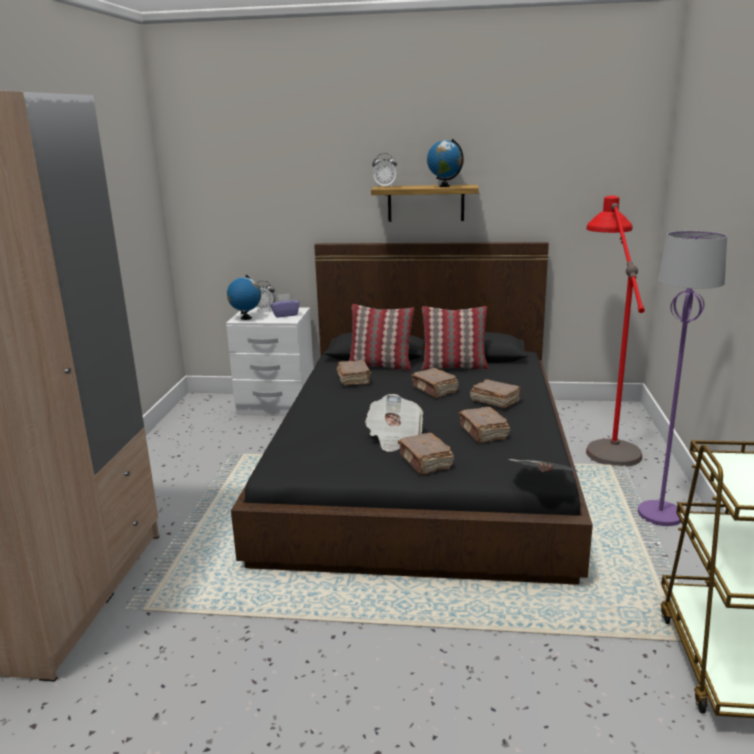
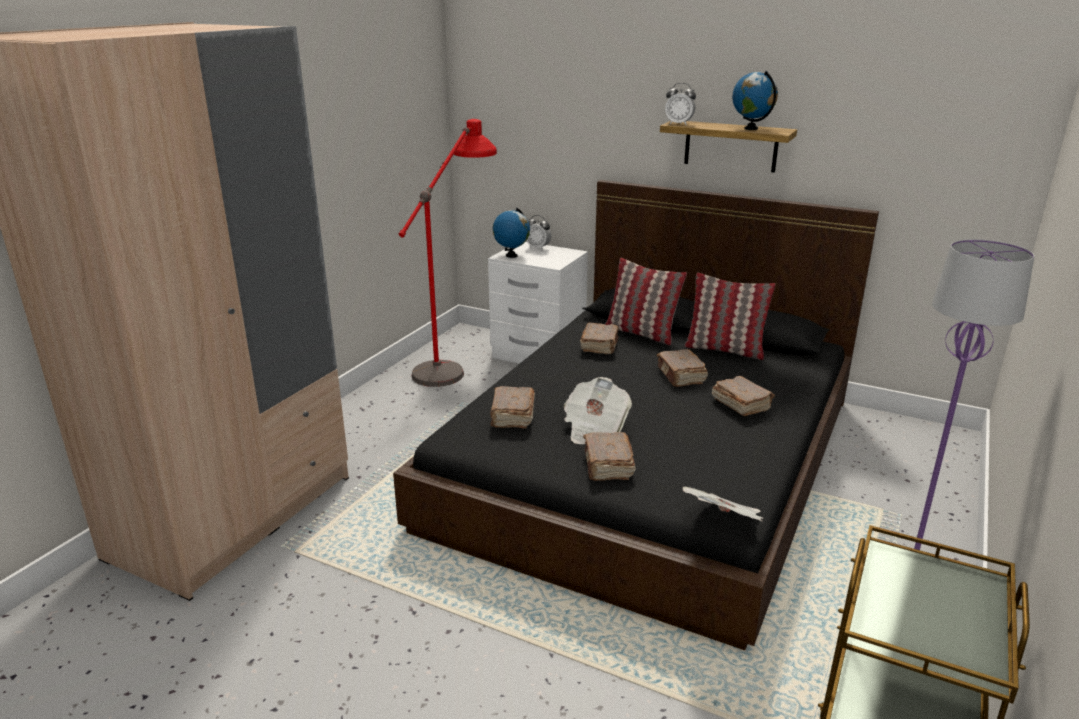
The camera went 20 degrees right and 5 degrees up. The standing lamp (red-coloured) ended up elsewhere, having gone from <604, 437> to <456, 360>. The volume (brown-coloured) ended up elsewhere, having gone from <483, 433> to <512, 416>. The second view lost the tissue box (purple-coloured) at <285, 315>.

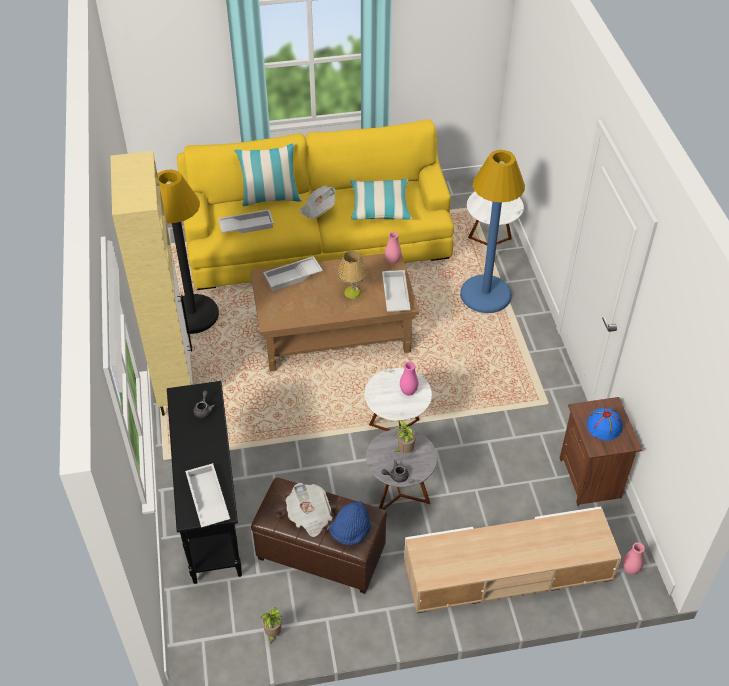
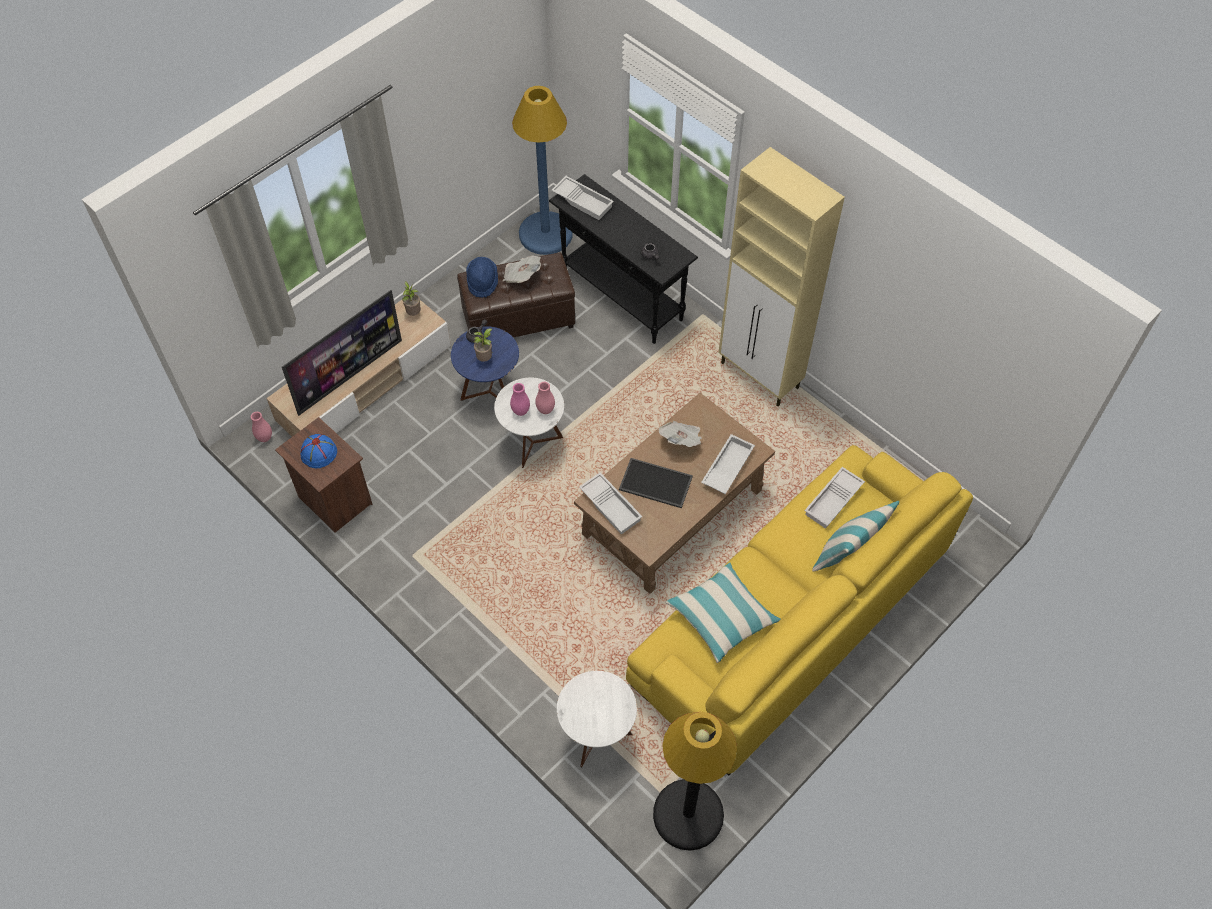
The camera went 145 degrees right and 10 degrees up. The second view gained the TV set at <349, 376>. The potted plant ended up elsewhere, having gone from <272, 634> to <413, 313>. What was the end table (greyish) at <399, 496> turned into the end table (blue) at <490, 392>. The standing lamp (blue) ended up elsewhere, having gone from <485, 295> to <545, 234>. The vase (pink-coloured) ended up elsewhere, having gone from <392, 261> to <545, 410>. Where the lamp for a table stood at <352, 292>, the serving tray came to stand at <654, 484>. The standing lamp (black) ended up elsewhere, having gone from <193, 315> to <688, 815>. The printed paper ended up elsewhere, having gone from <318, 210> to <681, 440>.

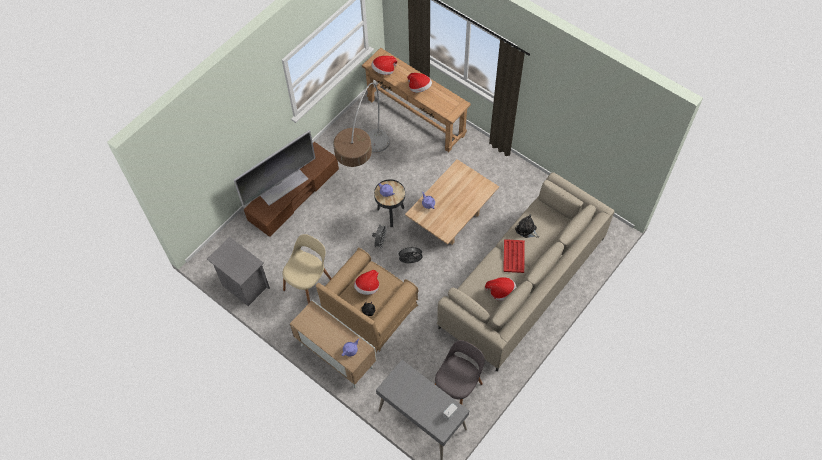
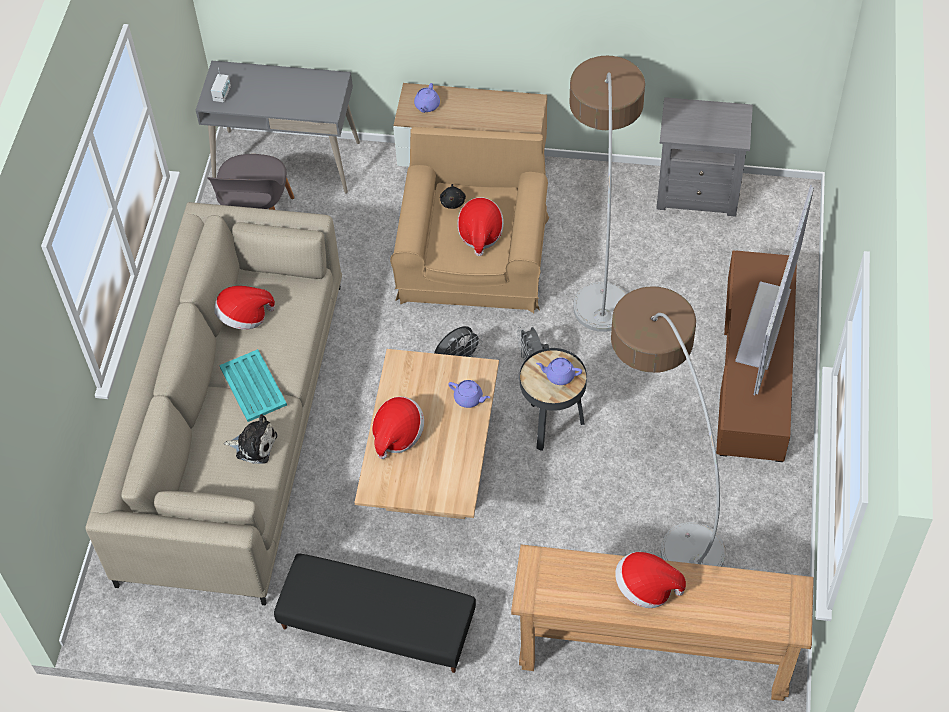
The camera went 150 degrees right and 5 degrees down. What was the serving tray (red-coloured) at <514, 256> turned into the serving tray (turquoise) at <253, 387>. The second view gained the pouffe (black) at <377, 622>. The hat ended up elsewhere, having gone from <384, 70> to <397, 435>. Where the upright chair (sand-coloured) stood at <308, 283>, the standing lamp came to stand at <601, 245>.

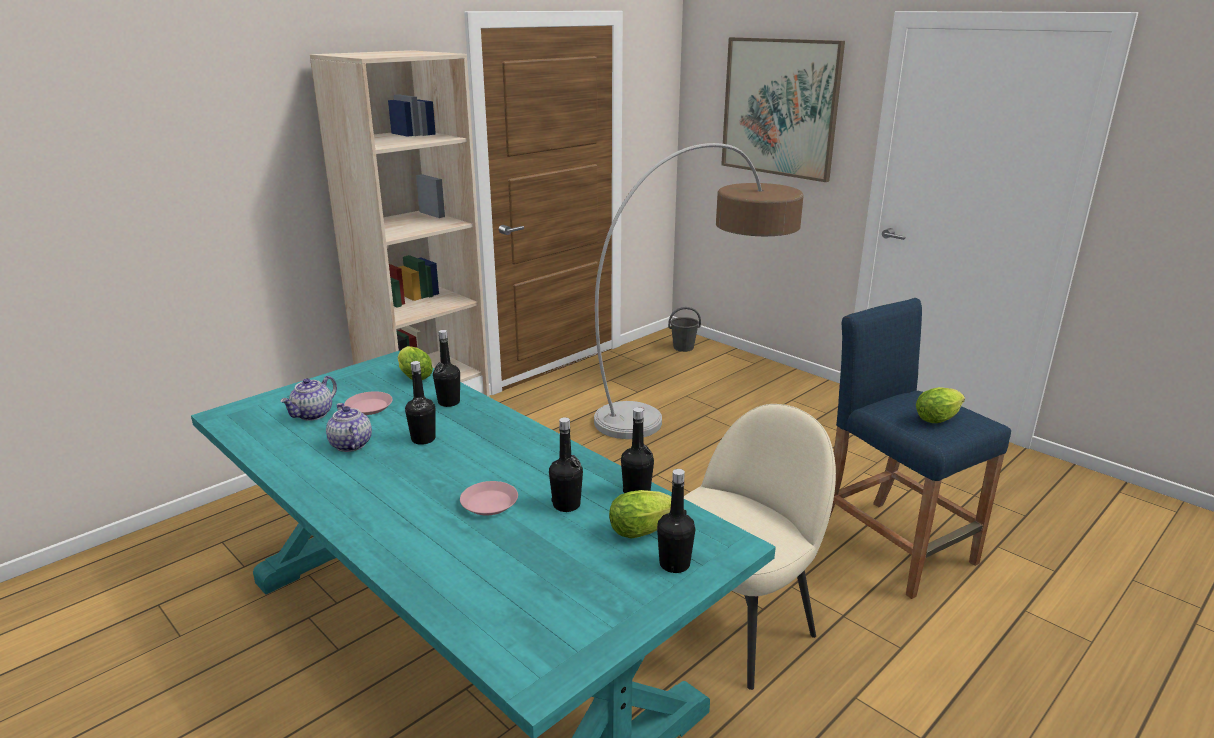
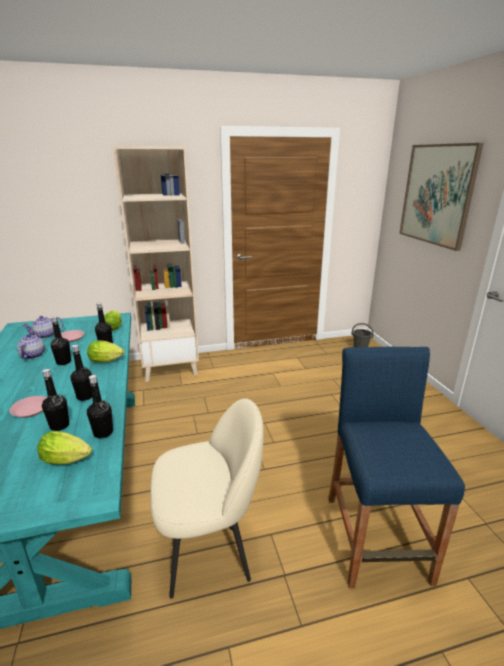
The camera went 30 degrees right and 0 degrees up. The bottle (black) ended up elsewhere, having gone from <674, 564> to <85, 396>. The head of lettuce ended up elsewhere, having gone from <939, 418> to <108, 361>. The second view lost the standing lamp at <699, 399>.

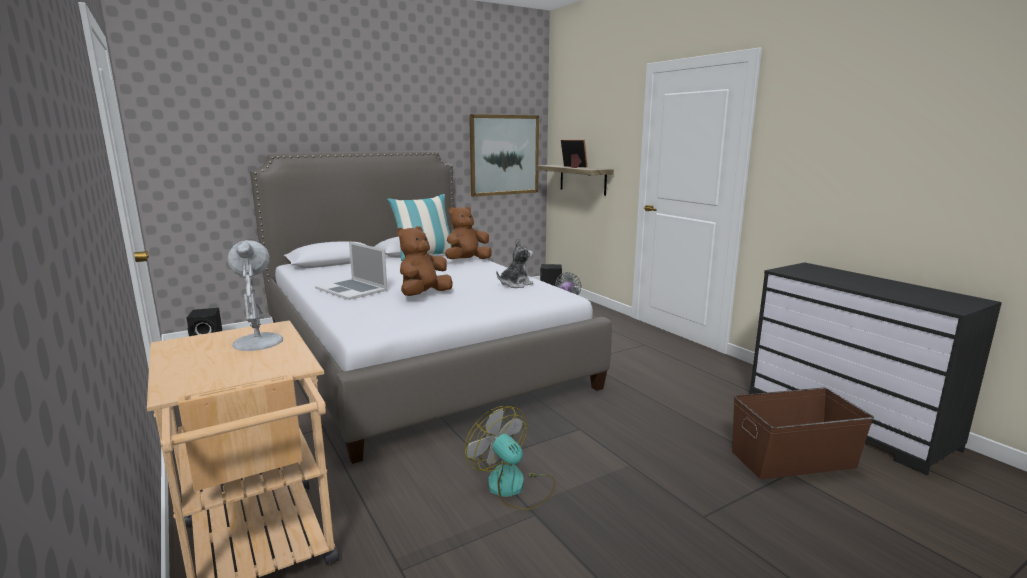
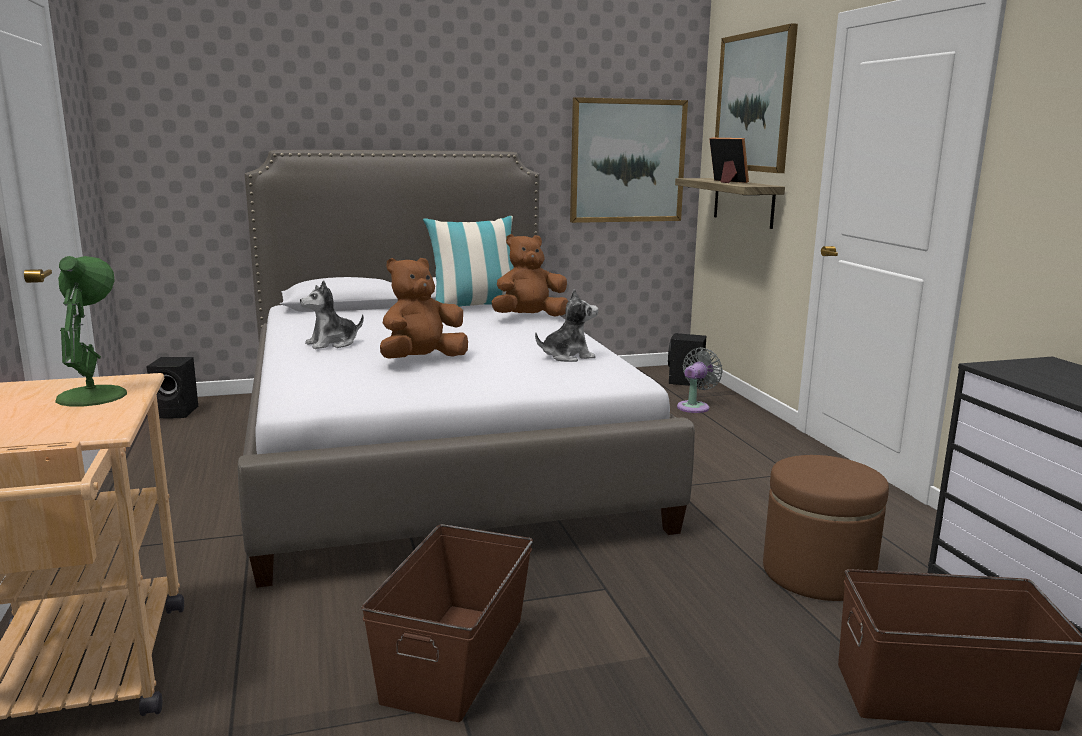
The camera went 15 degrees right and 0 degrees up. What was the lamp for a table (white-coloured) at <258, 341> turned into the lamp for a table (green-coloured) at <93, 395>. Where the notebook computer stood at <351, 289>, the cuddly toy came to stand at <332, 344>. Where the electric fan stood at <513, 487>, the storage container (brown-coloured) came to stand at <453, 658>. The second view gained the wall art at <754, 102>. The second view gained the pouffe (brown-coloured) at <817, 573>.

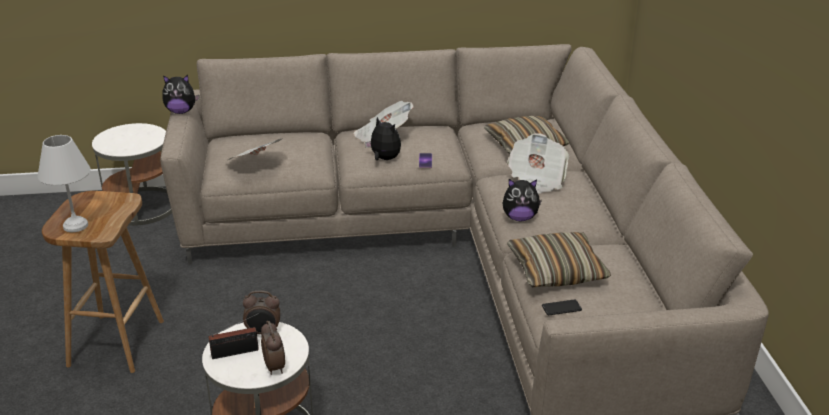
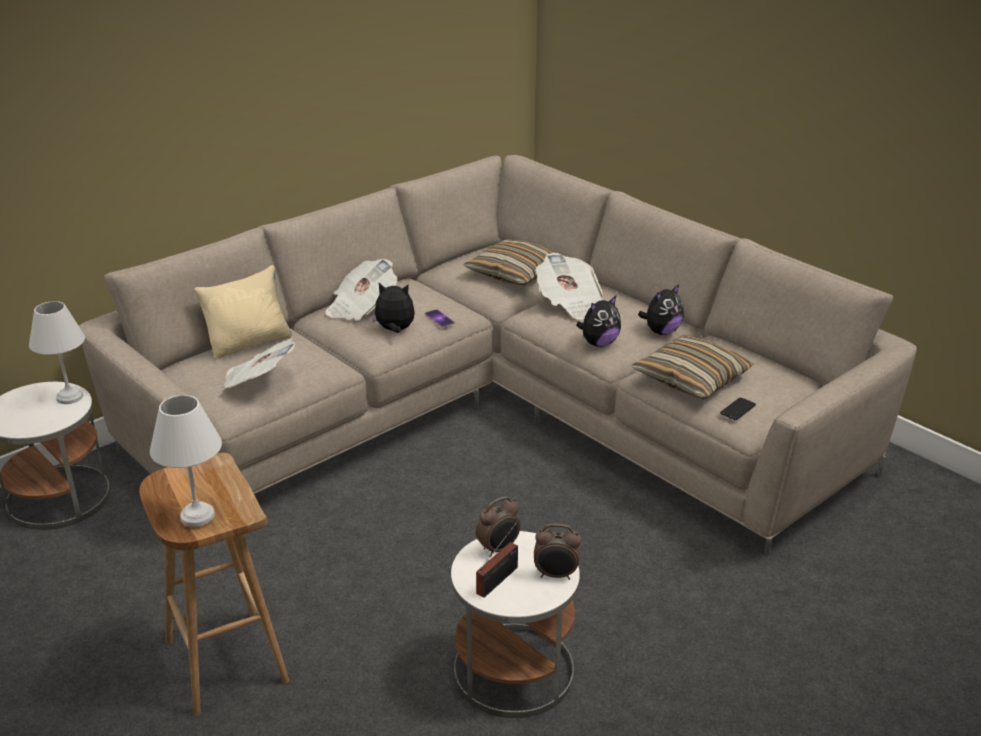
The camera went 35 degrees left and 0 degrees up. The second view gained the lamp for a table (white-coloured) at <69, 398>. The second view gained the pillow (sand-coloured) at <249, 343>. The table clock at <275, 367> ended up facing another way, 150 degrees clockwise from before. The cuddly toy ended up elsewhere, having gone from <181, 111> to <661, 331>.

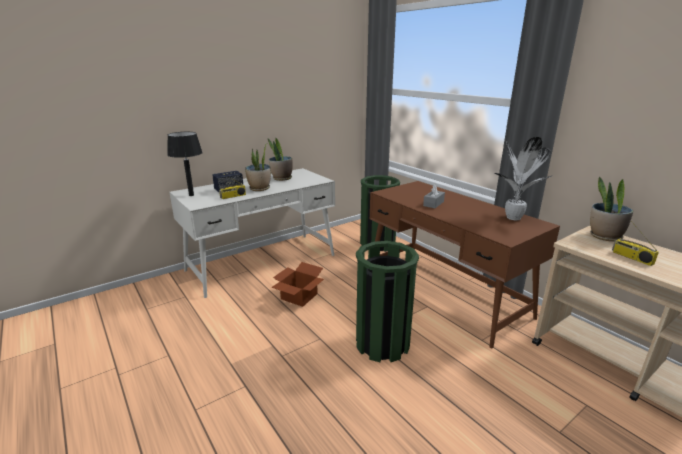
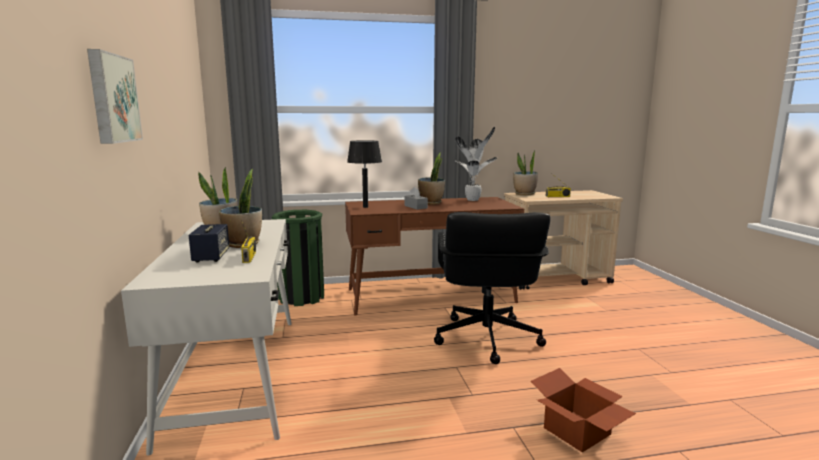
The camera went 65 degrees left and 10 degrees down. The second view gained the wall art at <112, 99>. The lamp for a table (black) ended up elsewhere, having gone from <191, 195> to <365, 207>. The second view gained the potted plant at <431, 203>. Where the trash can (green-coloured) stood at <382, 343>, the computer chair (black) came to stand at <486, 339>. The cardboard box ended up elsewhere, having gone from <298, 297> to <577, 432>.

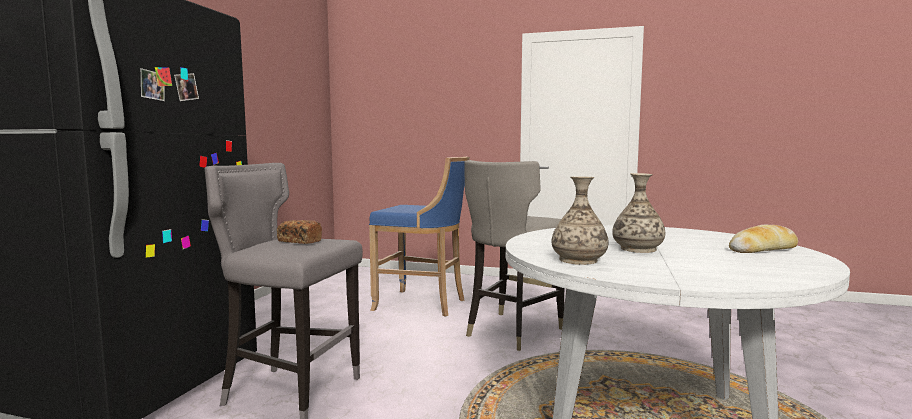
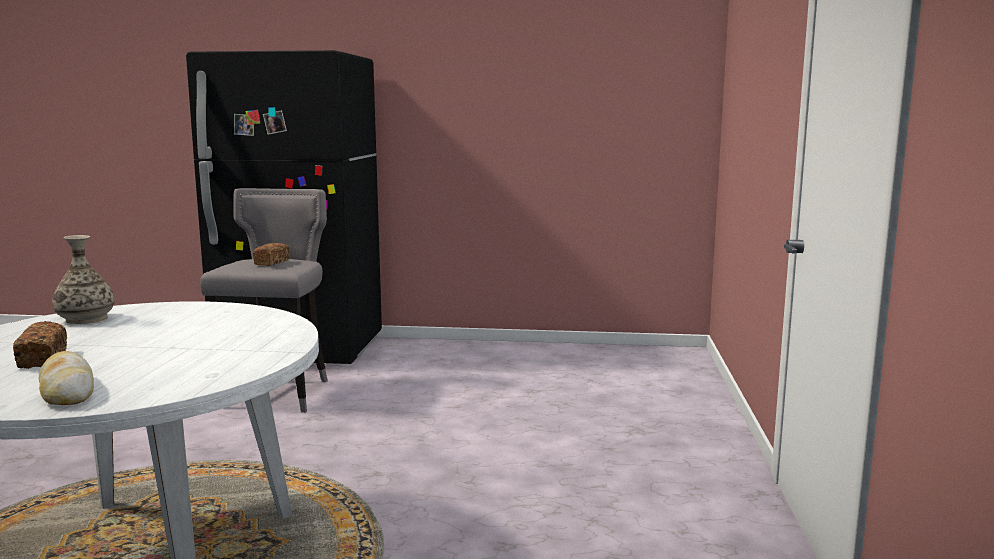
The camera went 80 degrees right and 5 degrees up. The second view gained the bread at <43, 359>. The second view lost the stool (blue) at <423, 304>. The second view lost the stool (greyish) at <512, 331>. The second view lost the vase at <638, 249>.

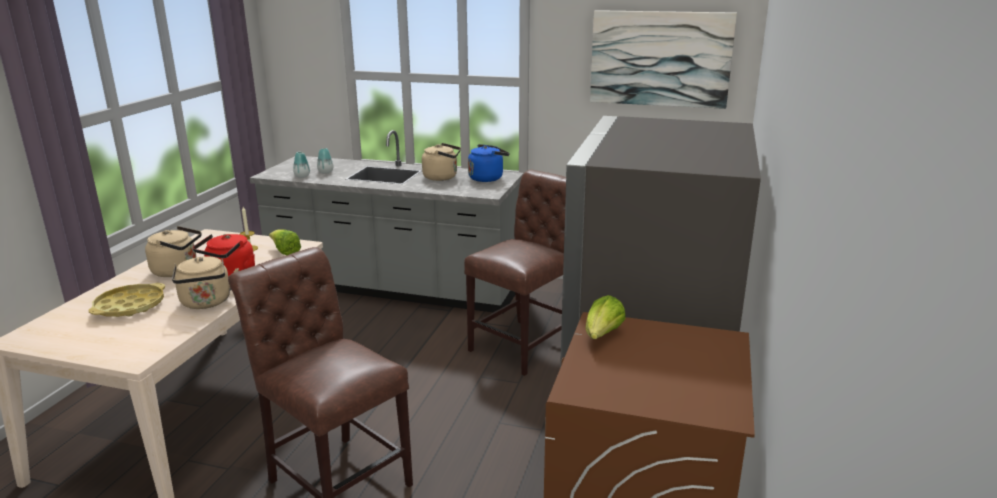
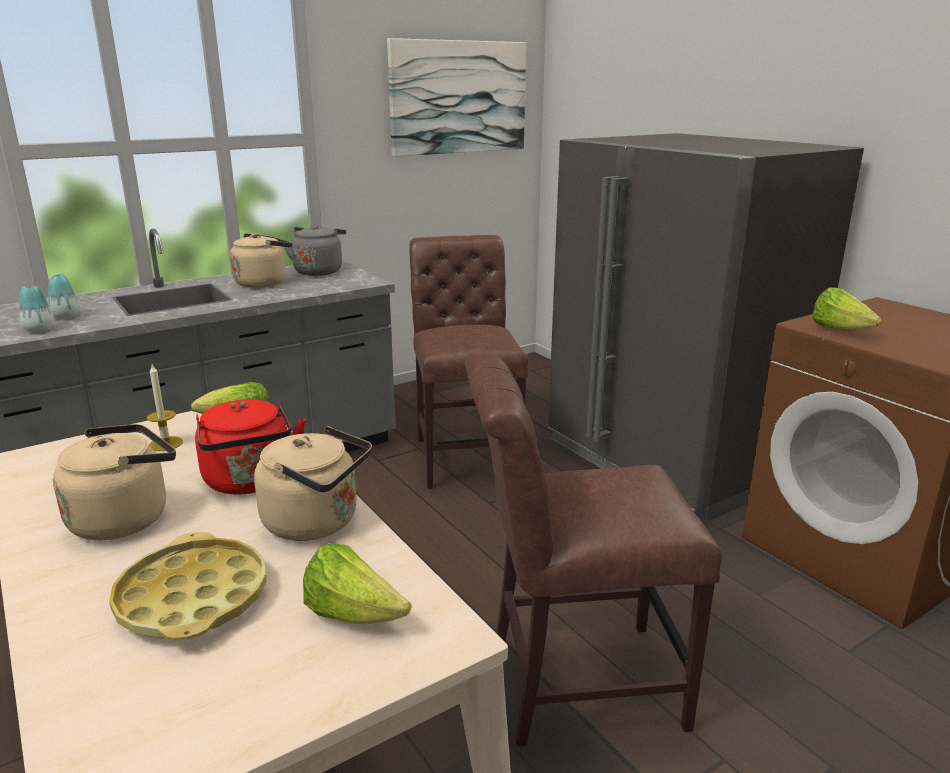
The camera went 50 degrees left and 0 degrees up. What was the kettle (blue) at <487, 178> turned into the kettle (greyish) at <319, 271>. The second view gained the head of lettuce at <353, 615>.

